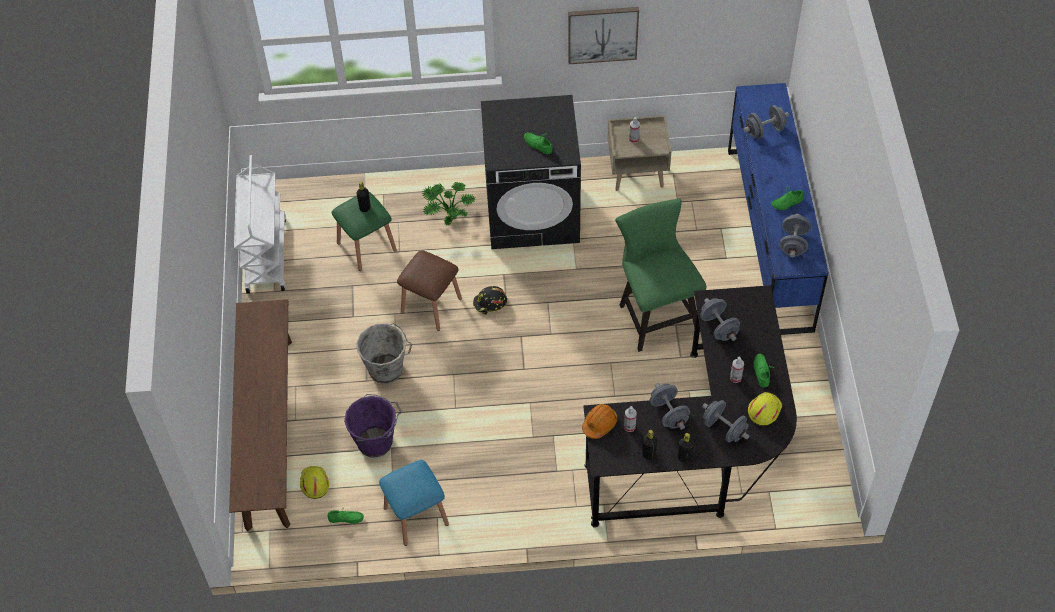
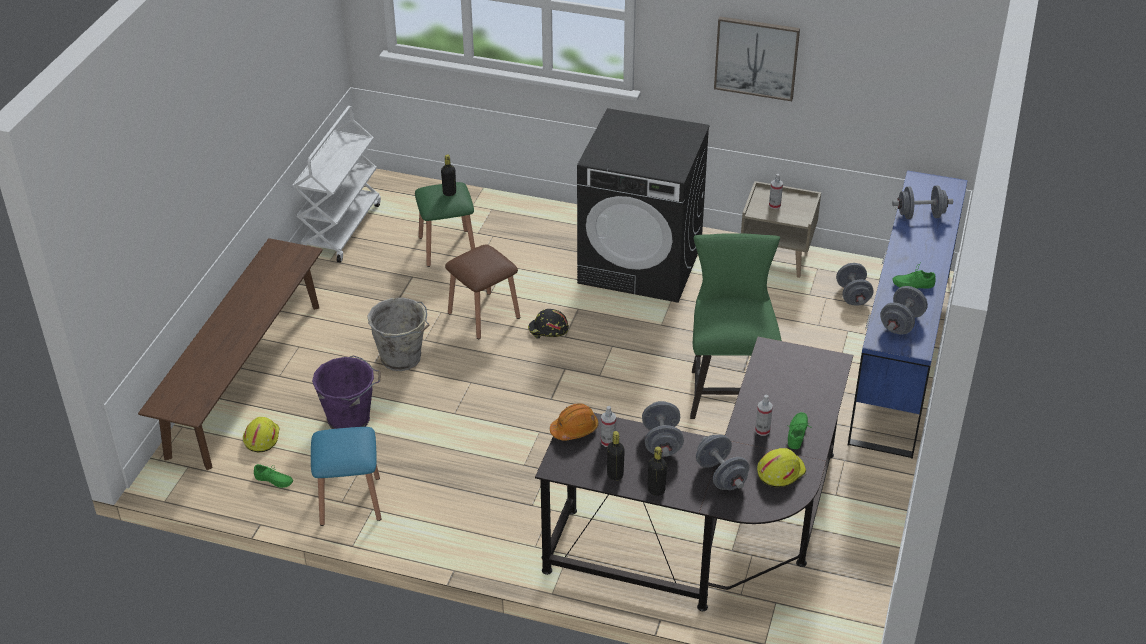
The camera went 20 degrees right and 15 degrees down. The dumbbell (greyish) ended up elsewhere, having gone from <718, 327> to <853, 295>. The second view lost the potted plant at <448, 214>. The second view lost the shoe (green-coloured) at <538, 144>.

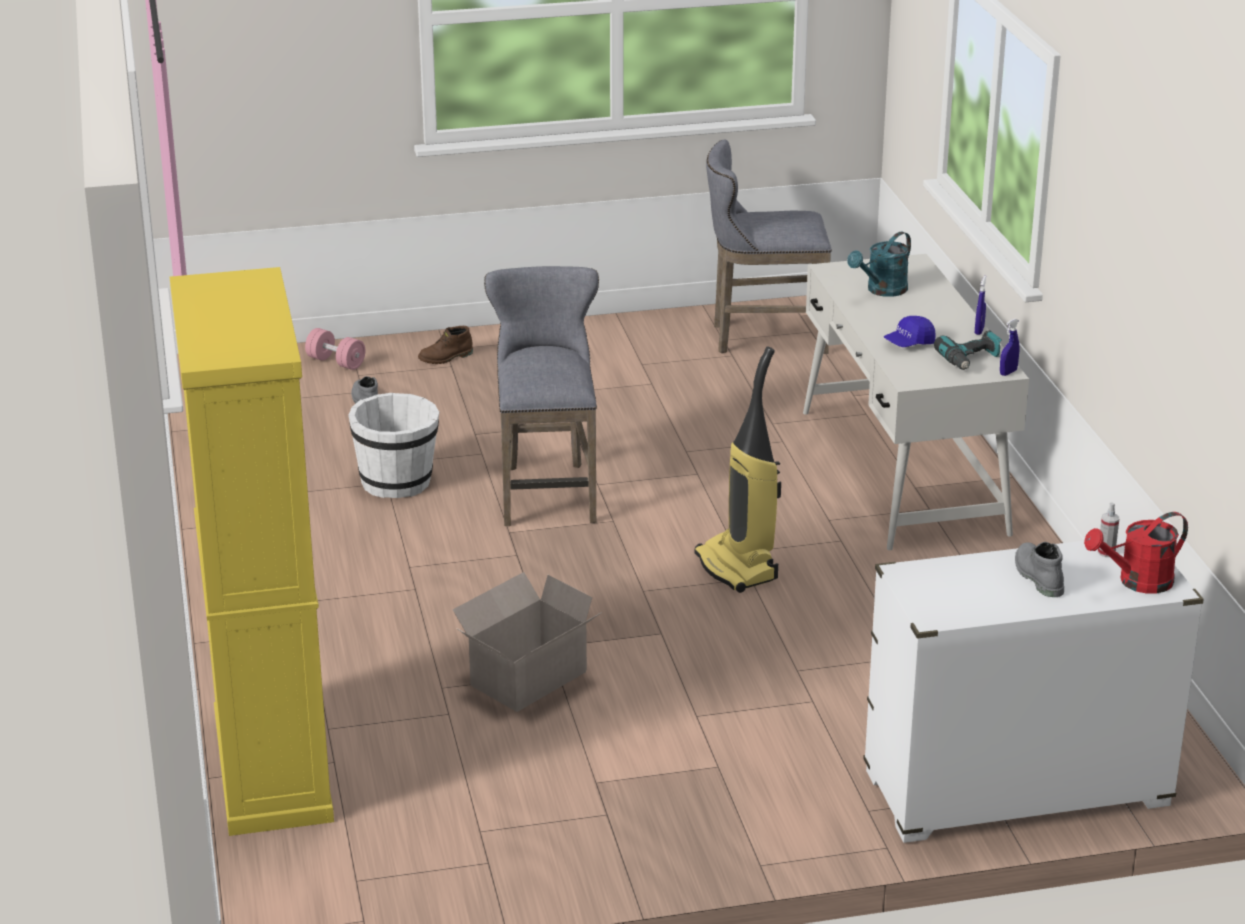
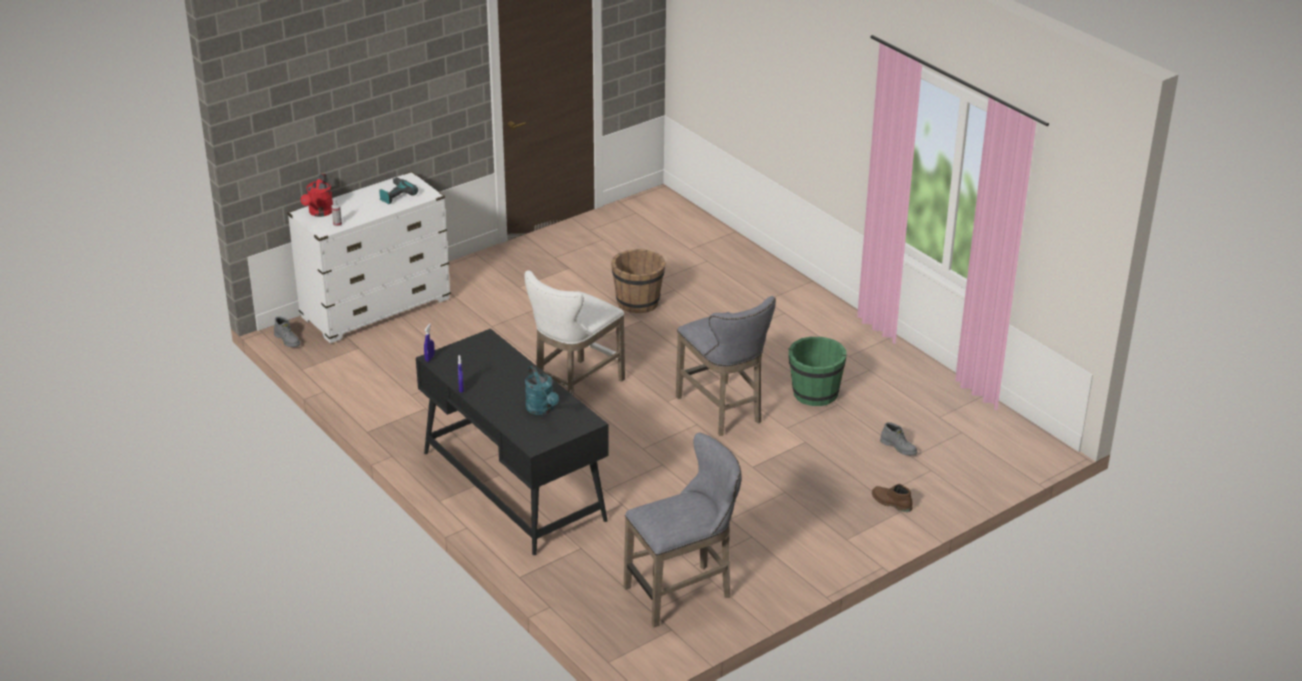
The camera went 155 degrees right and 5 degrees up. The tall boot (greyish) ended up elsewhere, having gone from <1037, 577> to <288, 340>. The watering can (red-coloured) at <1137, 582> ended up facing another way, 150 degrees clockwise from before. The power drill ended up elsewhere, having gone from <971, 360> to <395, 195>. What was the desk (white-coloured) at <902, 471> turned into the desk (black) at <513, 485>. Where the hoover stood at <738, 567>, the stool (white-coloured) came to stand at <574, 389>. The watering can (turquoise) at <882, 291> ended up facing another way, 135 degrees clockwise from before. Where the cardboard box stood at <525, 680>, the pail (brown-coloured) came to stand at <638, 302>. What was the pail (white-coloured) at <397, 482> turned into the pail (green-coloured) at <814, 394>. The tall boot (brown-coloured) at <446, 358> ended up facing another way, 90 degrees counterclockwise from before. The second view lost the cupboard (yellow-coloured) at <272, 766>. The second view lost the dumbbell (pink-coloured) at <336, 362>. The second view lost the peaked cap (blue) at <909, 344>.

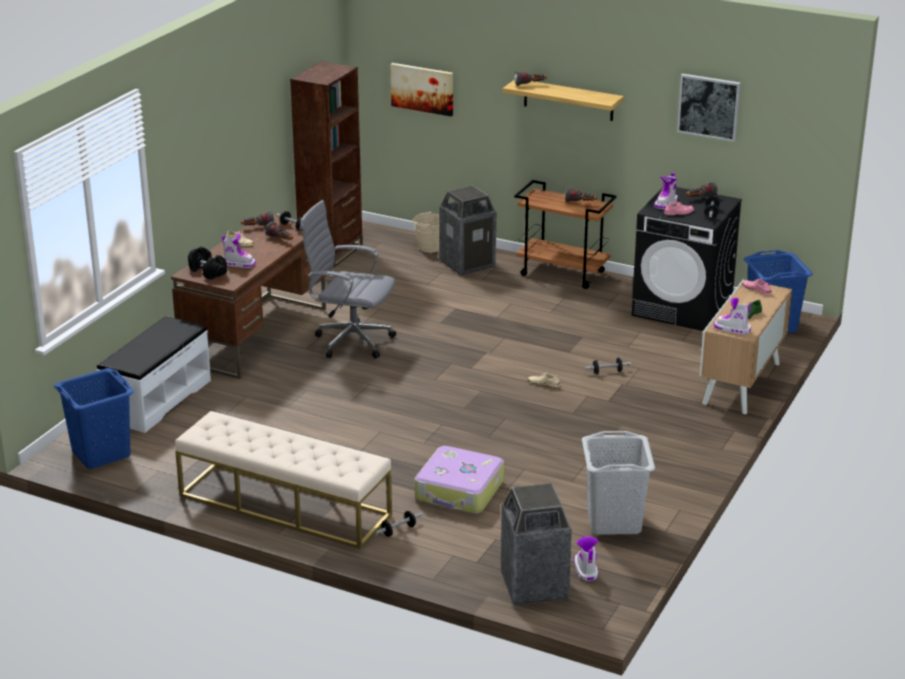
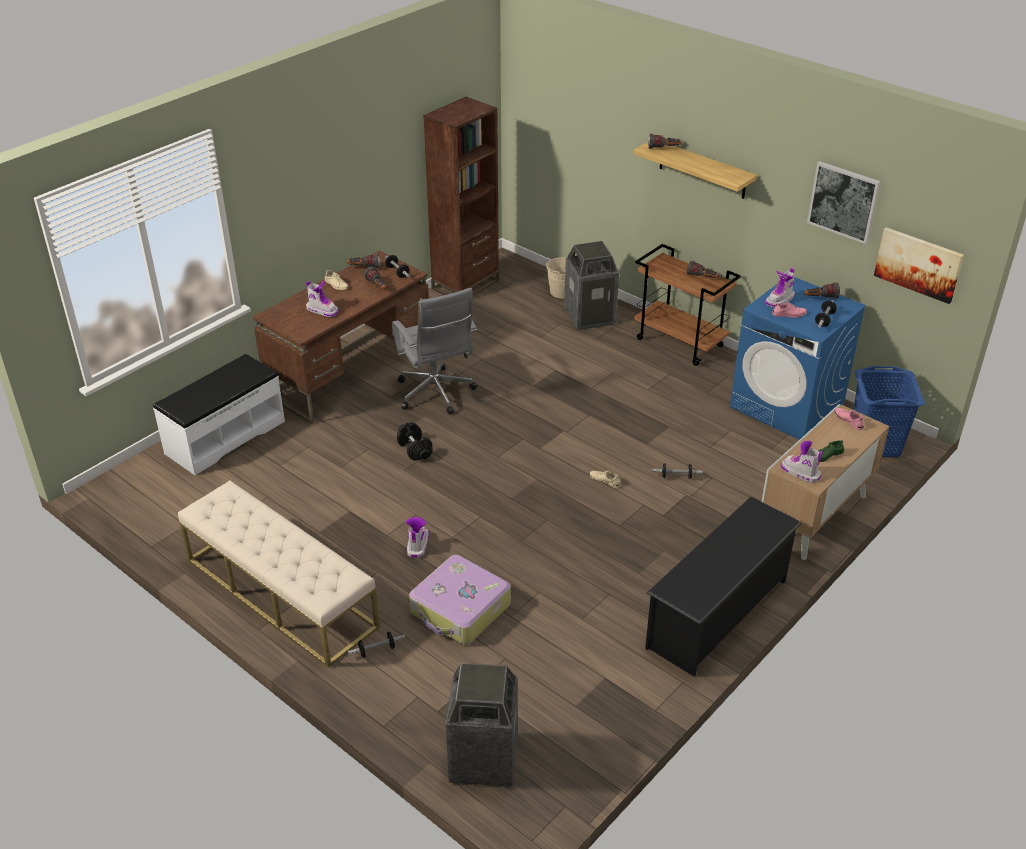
The camera went 15 degrees right and 10 degrees up. The computer chair (greyish) at <350, 341> ended up facing another way, 150 degrees counterclockwise from before. The dumbbell (black) ended up elsewhere, having gone from <207, 272> to <414, 449>. The tall boot ended up elsewhere, having gone from <585, 569> to <417, 545>. The second view gained the shoe stand (black) at <718, 614>. What was the washing machine (black) at <683, 308> turned into the washing machine (blue) at <787, 406>. The wall art ended up elsewhere, having gone from <422, 88> to <918, 264>. The second view lost the hamper (blue) at <100, 453>. The second view lost the hamper (greyish) at <613, 521>.

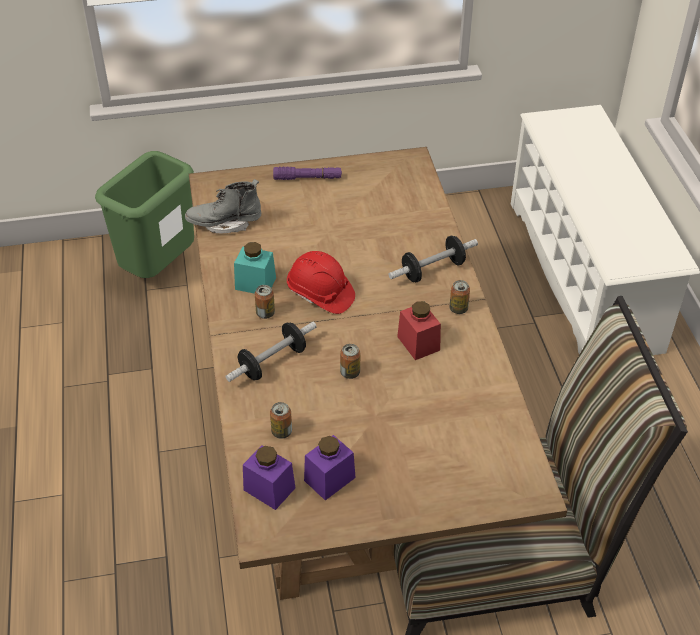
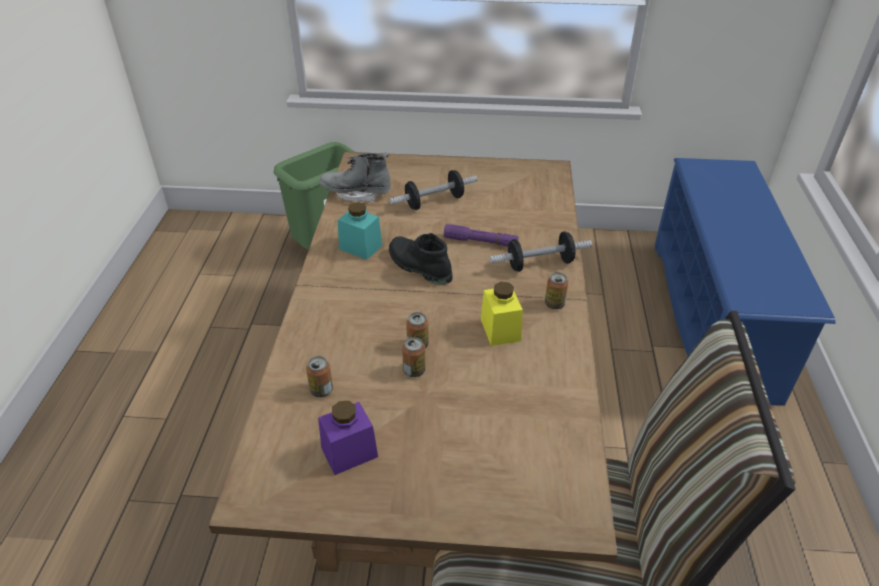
The camera went 15 degrees right and 5 degrees down. Where the work helmet (red-coloured) stood at <320, 294>, the tall boot (black) came to stand at <418, 267>. The dumbbell ended up elsewhere, having gone from <272, 362> to <434, 202>. The sealed can ended up elsewhere, having gone from <265, 313> to <414, 370>. The torch (purple-coloured) ended up elsewhere, having gone from <307, 178> to <481, 242>. What was the preserve jar (red-coloured) at <418, 343> turned into the preserve jar (yellow-coloured) at <500, 330>. What was the shoe stand (white-coloured) at <584, 275> turned into the shoe stand (blue) at <712, 317>. The second view lost the preserve jar (purple-coloured) at <269, 489>.

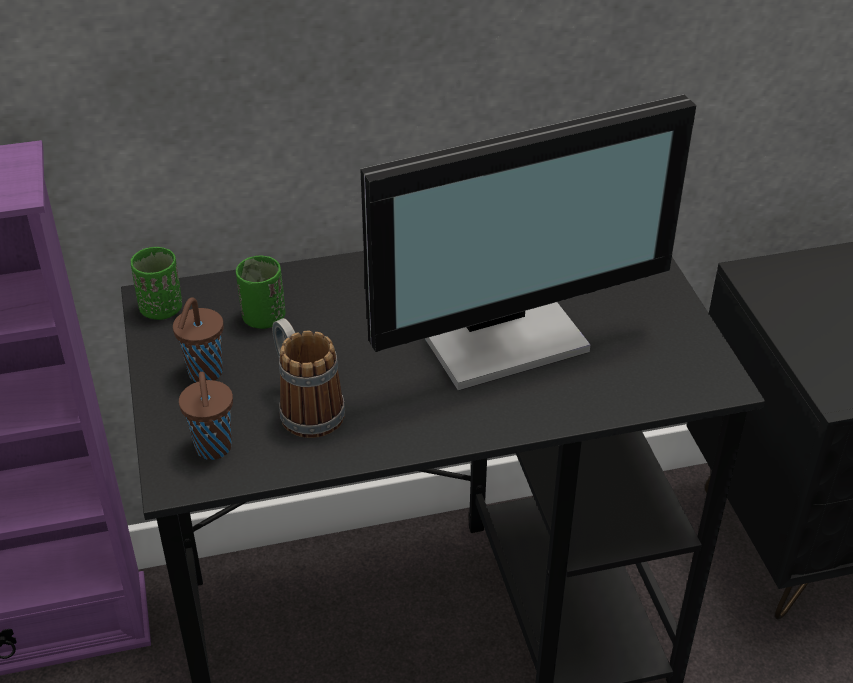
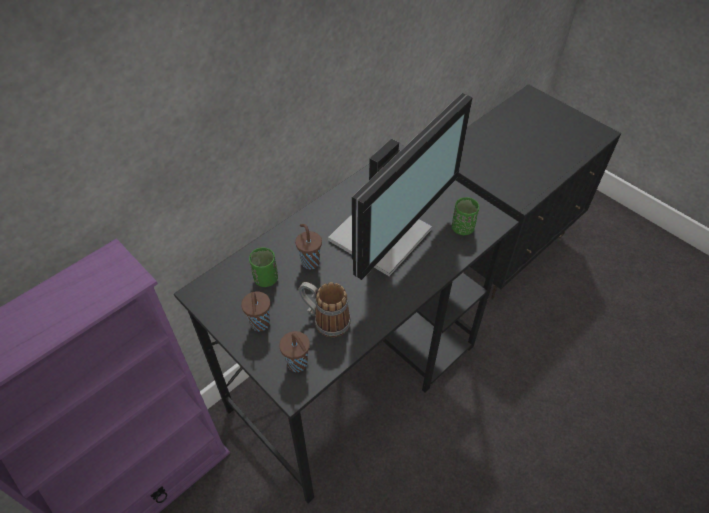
The camera went 30 degrees left and 10 degrees up. The second view gained the drinking cup (brown-coloured) at <310, 262>. The drinking cup (green-coloured) ended up elsewhere, having gone from <161, 309> to <462, 228>.

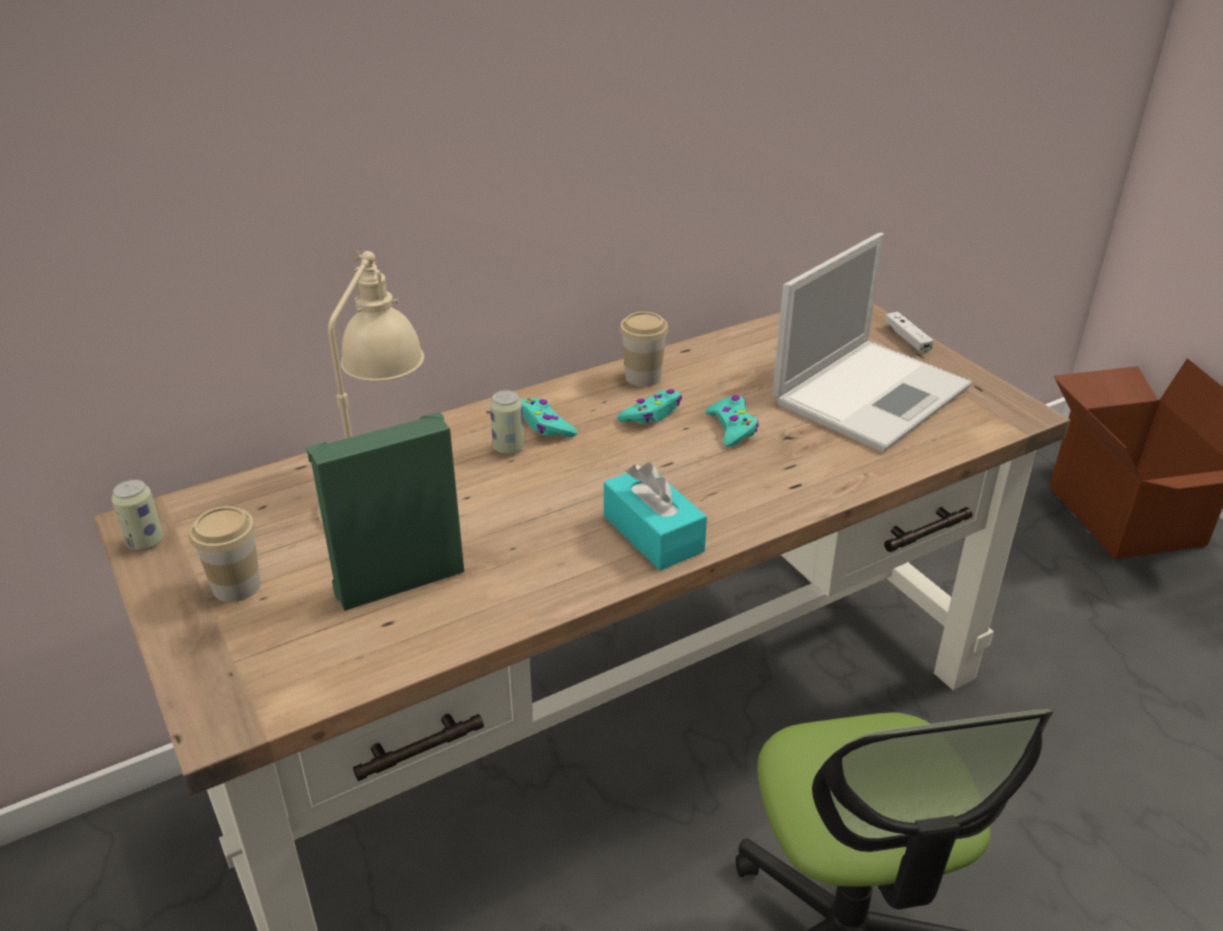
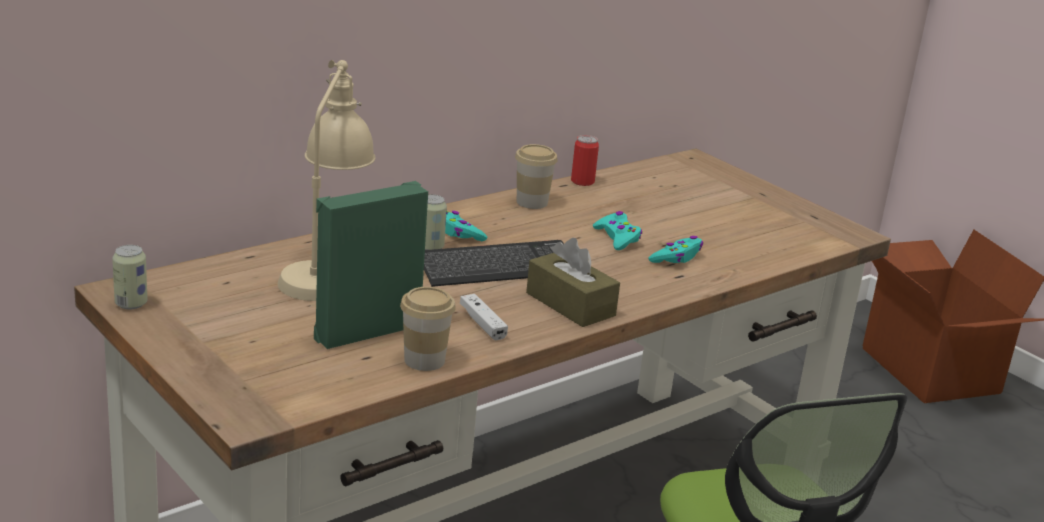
The camera went 10 degrees left and 10 degrees down. The drinking cup ended up elsewhere, having gone from <236, 586> to <424, 360>. The second view gained the keyboard at <498, 267>. The game controller (white-coloured) ended up elsewhere, having gone from <907, 338> to <482, 324>. What was the tissue box (turquoise) at <653, 534> turned into the tissue box (brown-coloured) at <570, 304>. The second view gained the sealed can at <582, 181>. The game controller (turquoise) ended up elsewhere, having gone from <652, 414> to <676, 258>. The second view lost the notebook computer at <873, 393>.

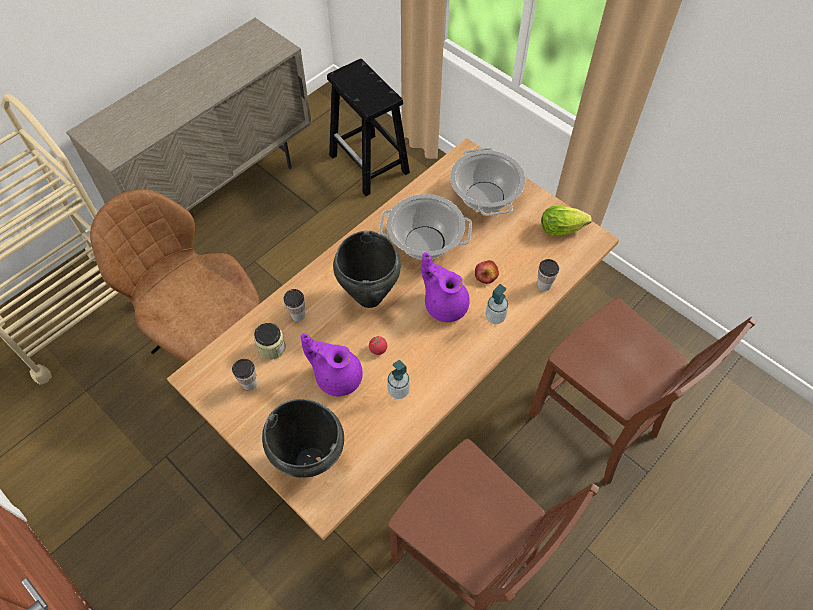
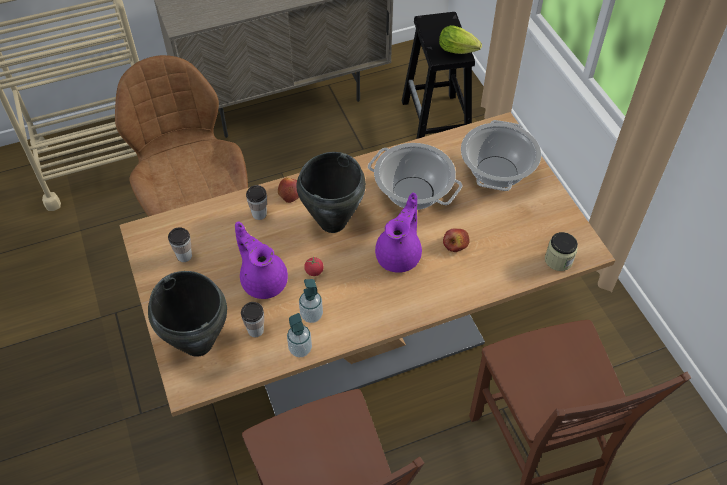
The camera went 25 degrees right and 5 degrees down. The drinking cup ended up elsewhere, having gone from <544, 285> to <255, 330>. The second view gained the apple at <290, 192>. The soap dispenser ended up elsewhere, having gone from <495, 317> to <300, 349>. The pot for tea (purple-coloured) at <444, 304> ended up facing another way, 45 degrees clockwise from before. The head of lettuce ended up elsewhere, having gone from <564, 229> to <459, 51>. The preserve jar ended up elsewhere, having gone from <272, 348> to <558, 260>.

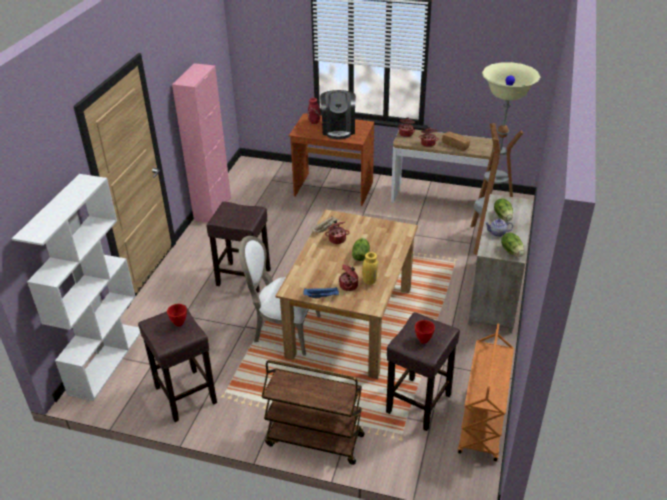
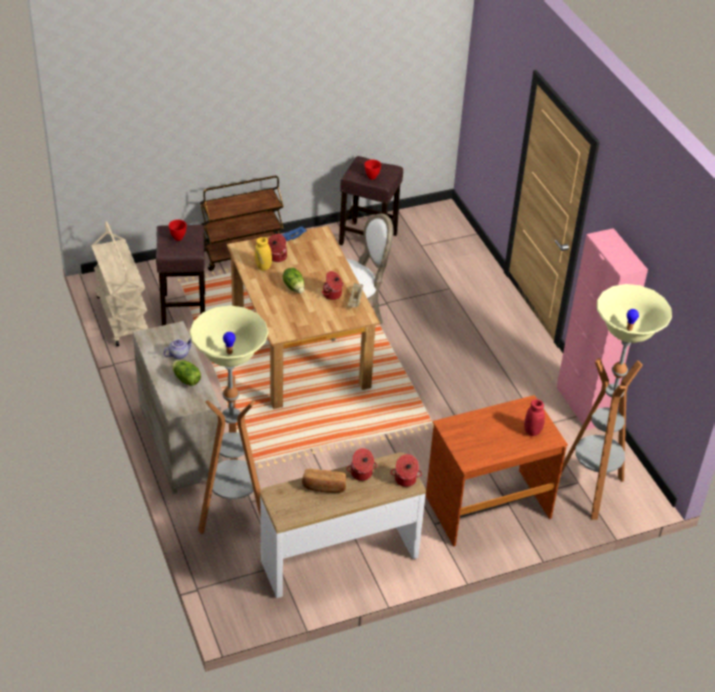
The camera went 140 degrees right and 5 degrees up. What was the wheeled cart (orangey) at <482, 424> turned into the wheeled cart (sand-coloured) at <122, 317>. The second view gained the standing lamp at <591, 490>. The second view lost the bookcase (white-coloured) at <106, 360>. The second view lost the stool (brown-coloured) at <244, 277>. The second view lost the coffee maker at <338, 129>. The second view lost the head of lettuce at <512, 251>.

